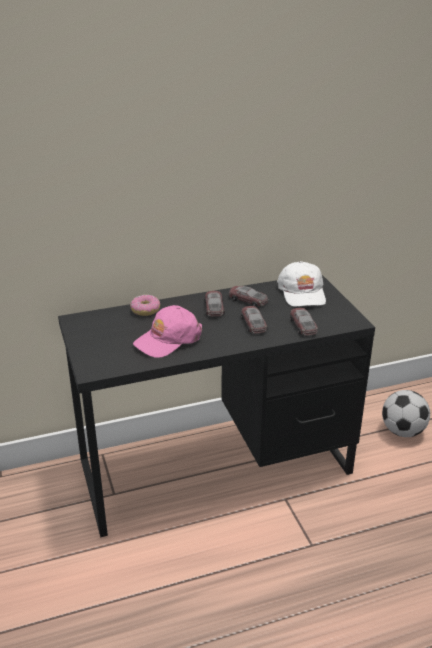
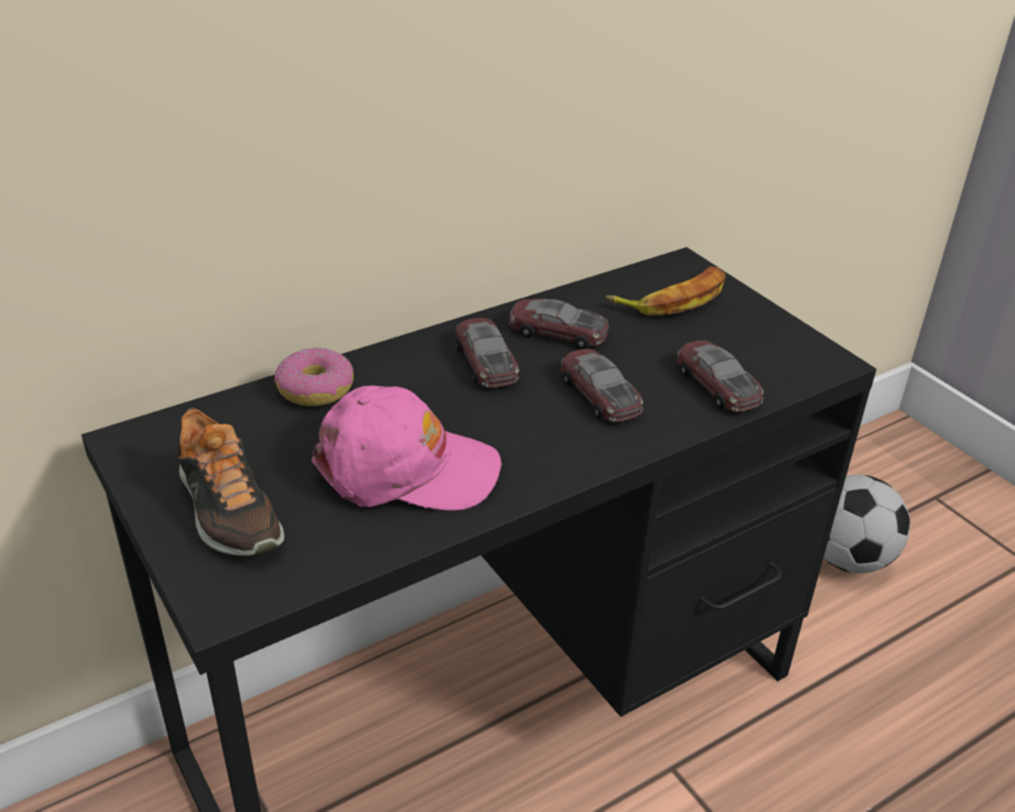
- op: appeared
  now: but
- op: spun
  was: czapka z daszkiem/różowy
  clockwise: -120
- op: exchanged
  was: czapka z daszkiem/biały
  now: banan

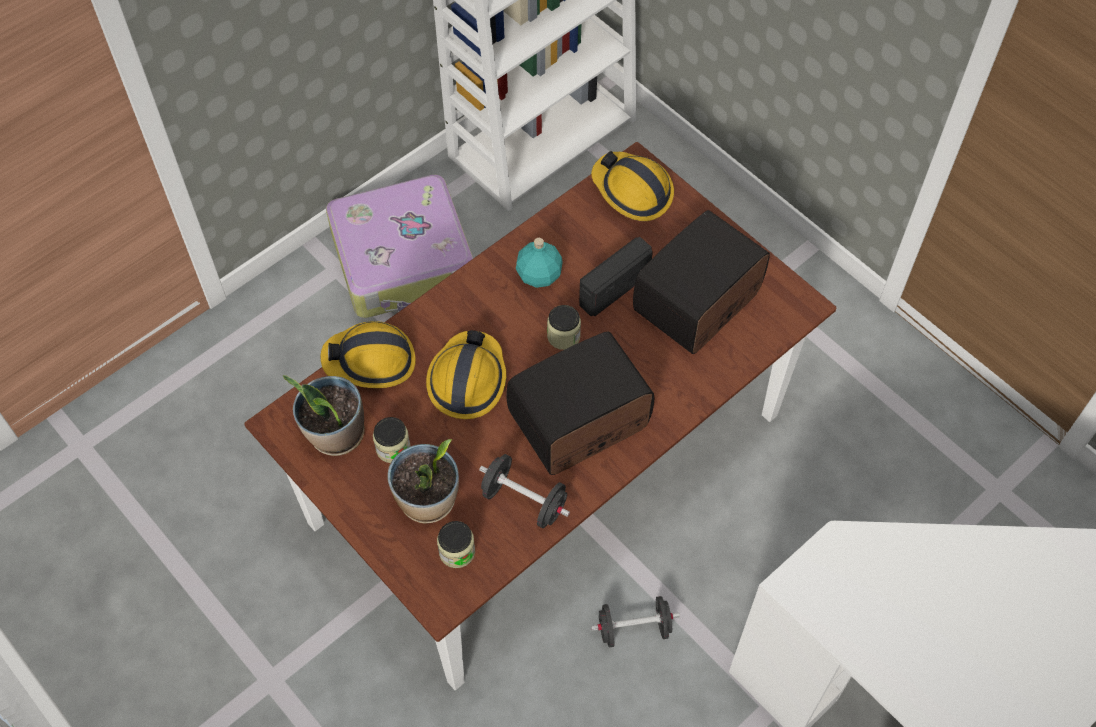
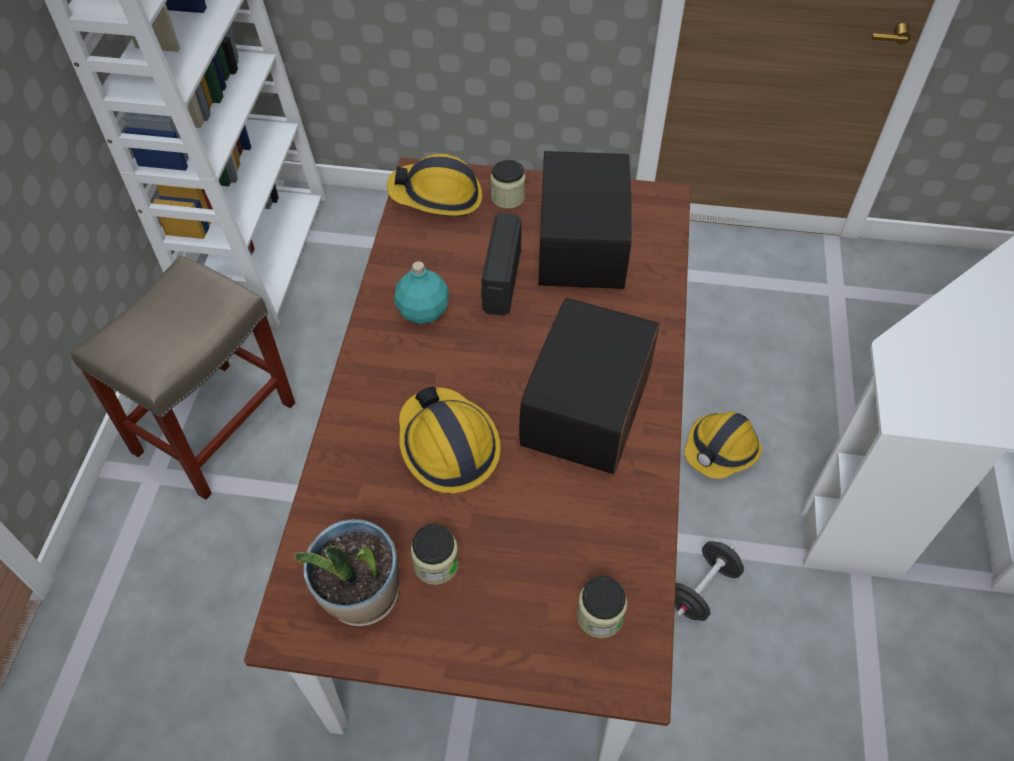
- op: exchanged
  was: walizka
  now: stołek/beżowy
- op: relocated
  was: słoik (no. 3 from left in the first image)
  now: słoik (no. 2 from left)
- op: relocated
  was: kask (no. 1 from left in the first image)
  now: kask (no. 3 from left)
- op: missing
  was: roślina doniczkowa (no. 2 from left)
- op: missing
  was: hantel/czarny (no. 1 from left)

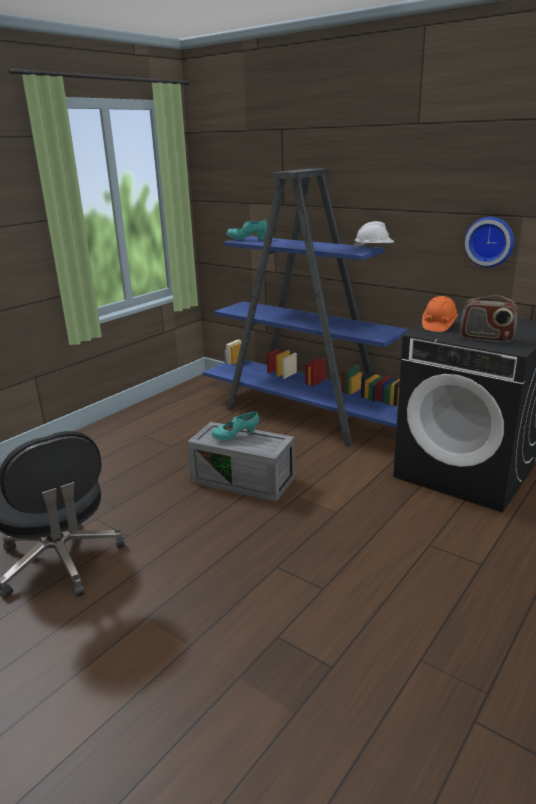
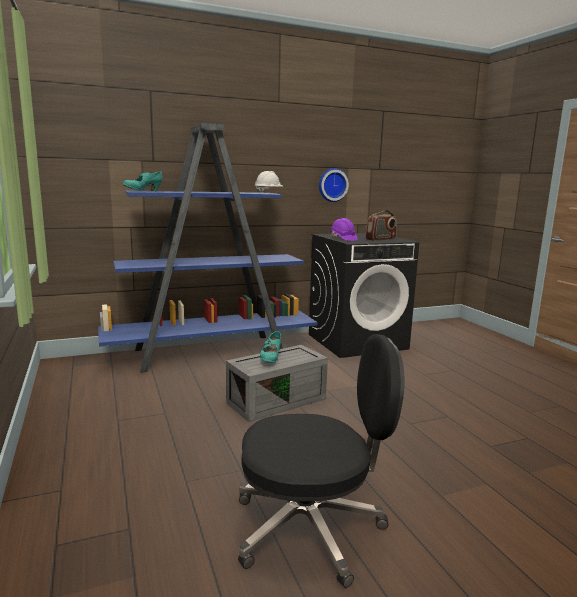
- op: colour
  was: kask/pomarańczowy
  now: kask/fioletowy

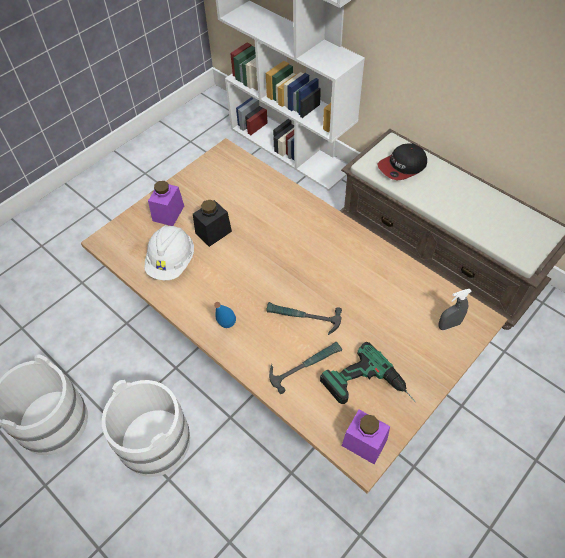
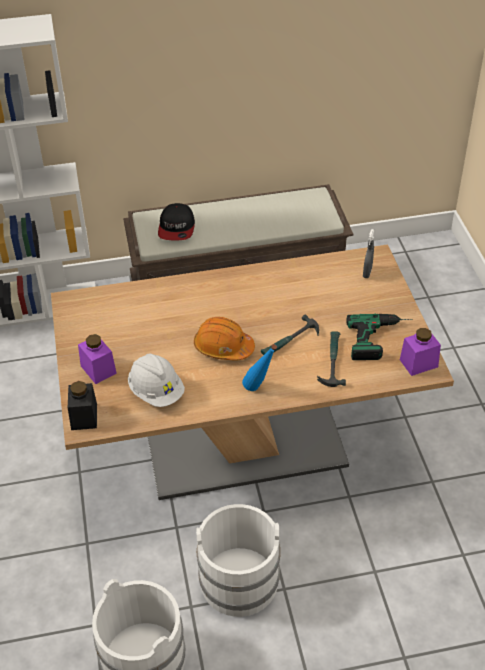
- op: relocated
  was: słoik/czarny
- op: appeared
  now: kask/pomarańczowy

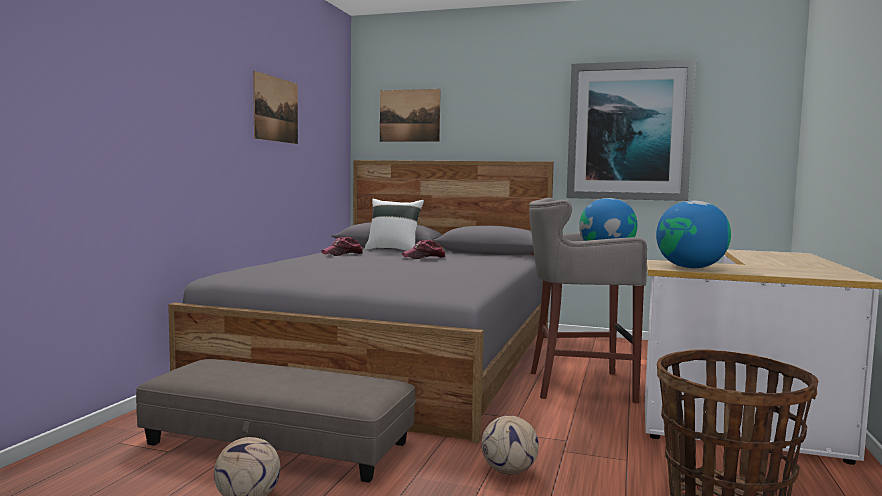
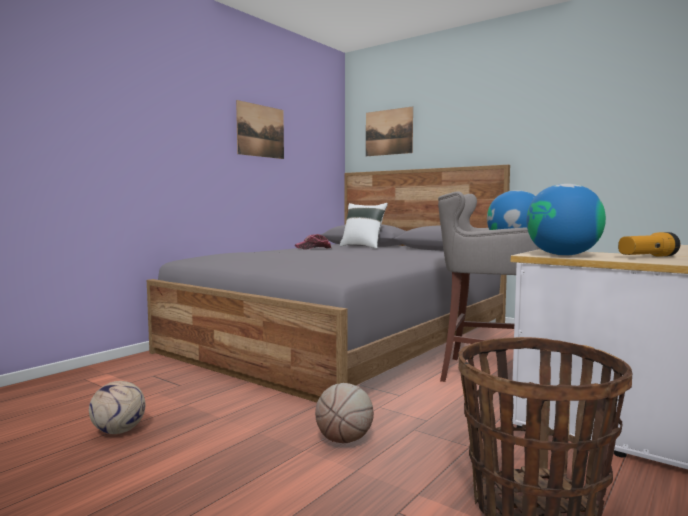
- op: exchanged
  was: piłka futbolowa (no. 2 from left)
  now: piłka do koszykówki
- op: appeared
  now: latarka
- op: missing
  was: pufa/szary
- op: missing
  was: czapka z daszkiem (no. 2 from left)
- op: missing
  was: obraz (no. 3 from left)

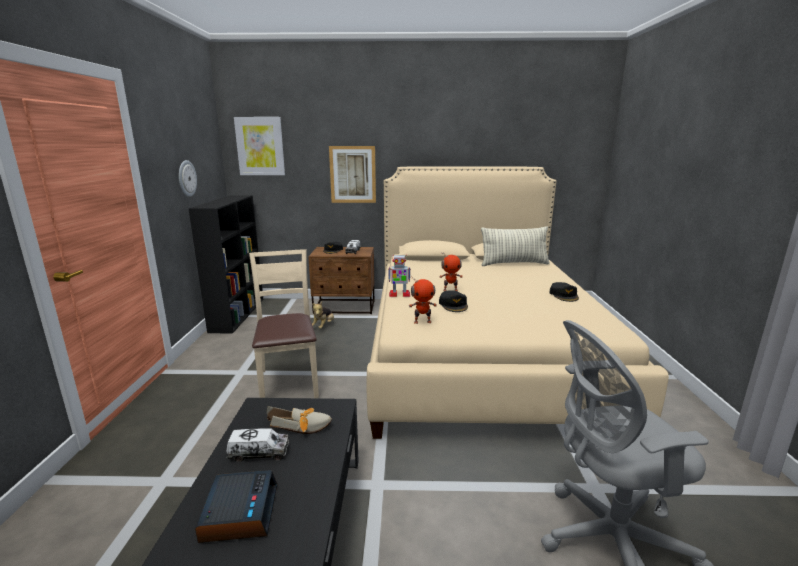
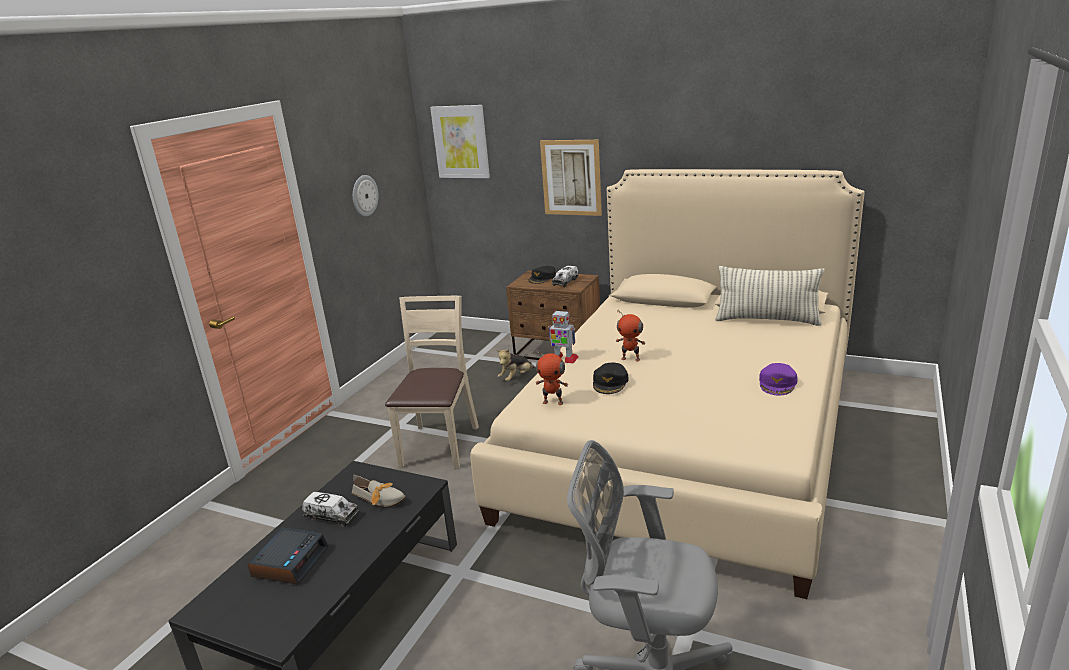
- op: colour
  was: czapka z daszkiem/czarny (no. 3 from left)
  now: czapka z daszkiem/fioletowy
- op: missing
  was: regał/czarny

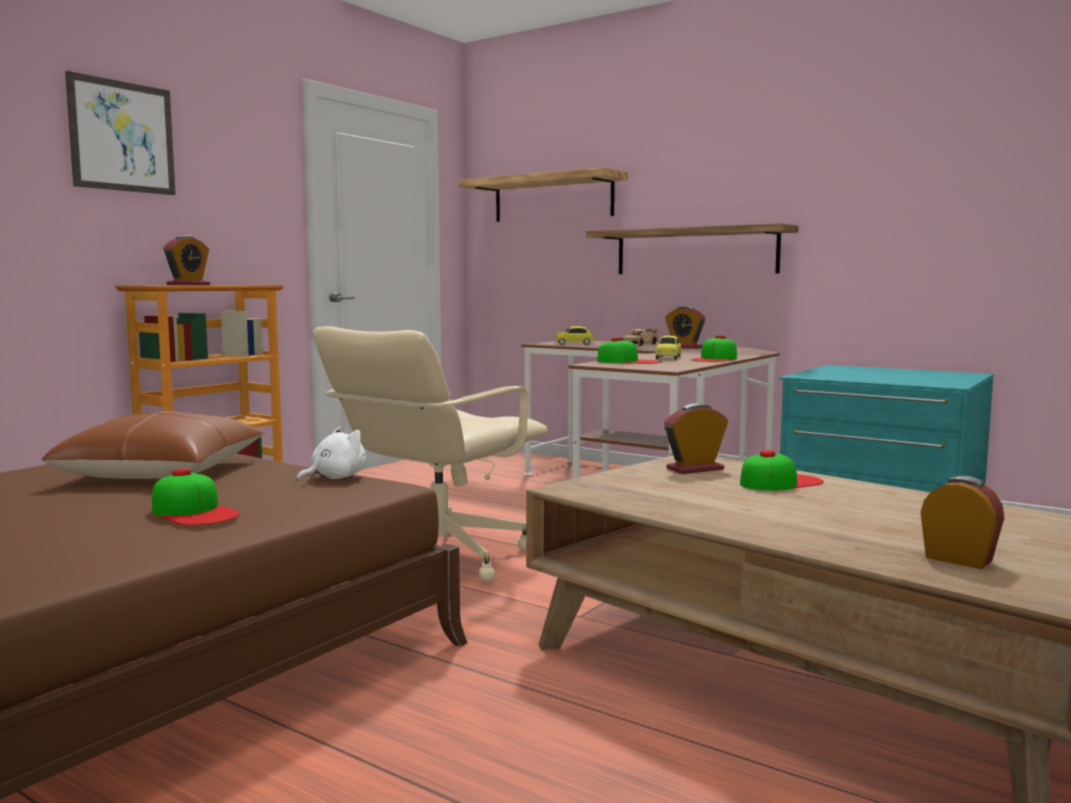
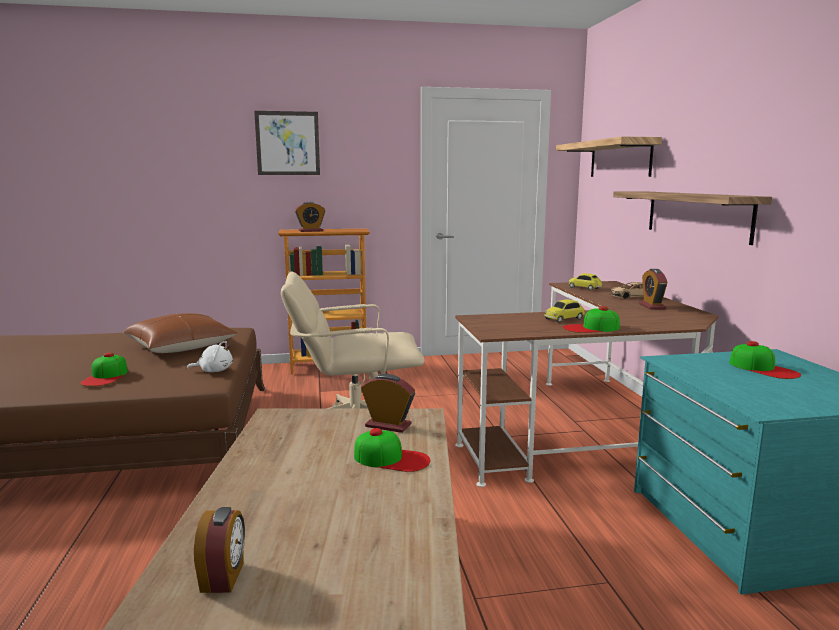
- op: relocated
  was: czapka z daszkiem (no. 2 from left in the first image)
  now: czapka z daszkiem (no. 4 from left)

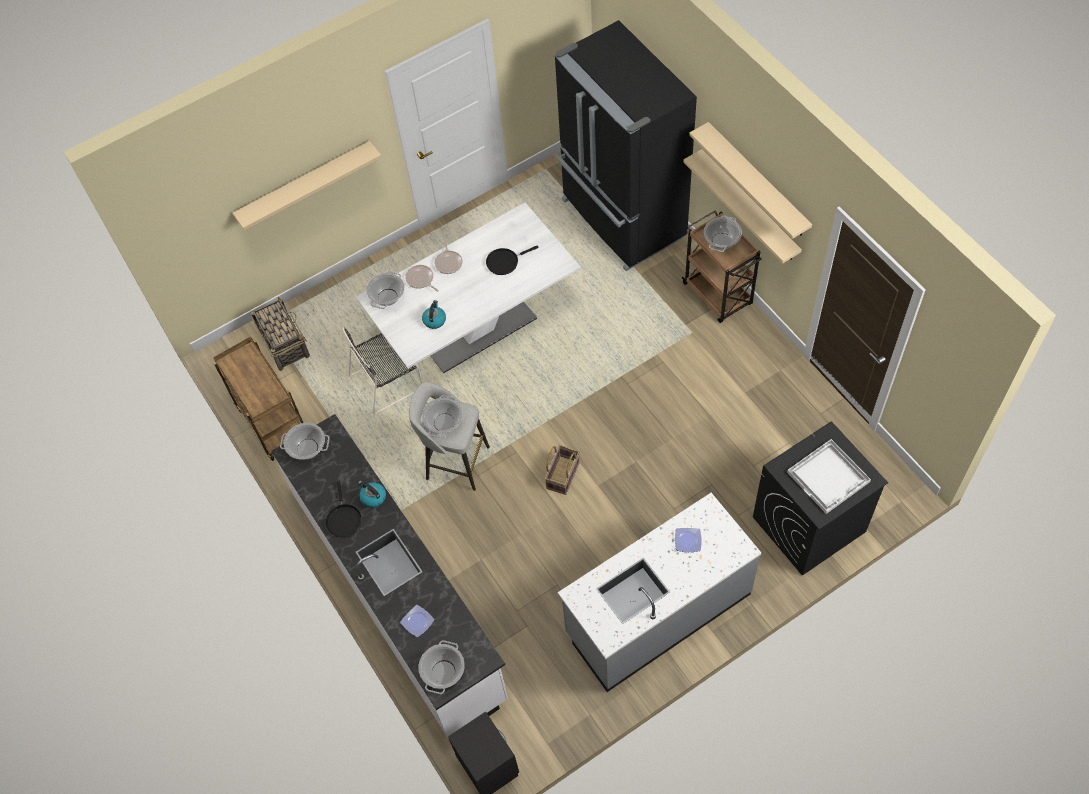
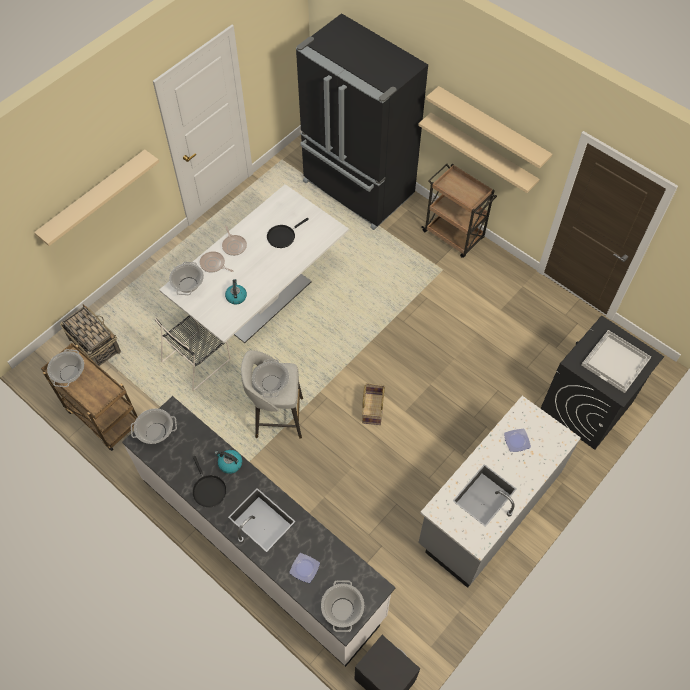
- op: relocated
  was: garnek (no. 5 from left in the first image)
  now: garnek (no. 1 from left)

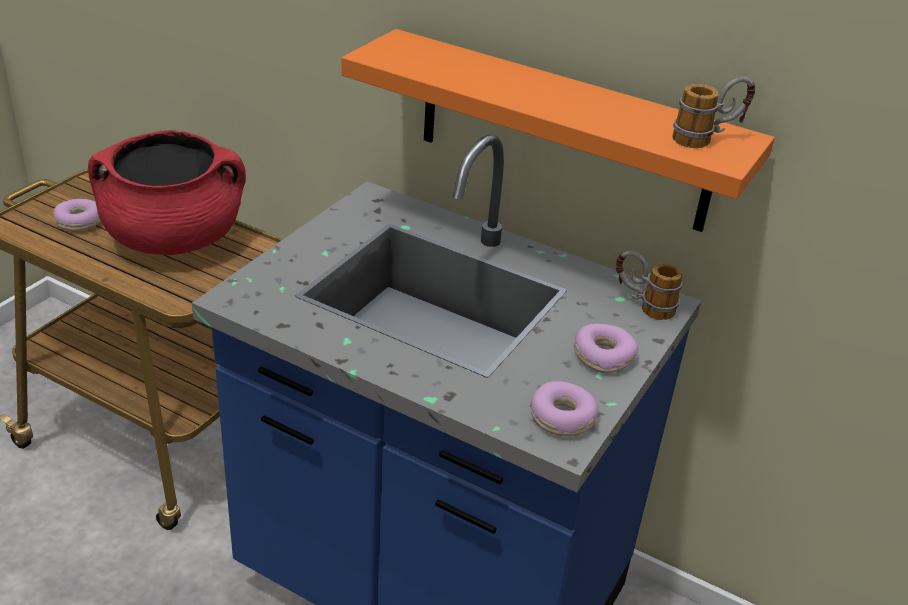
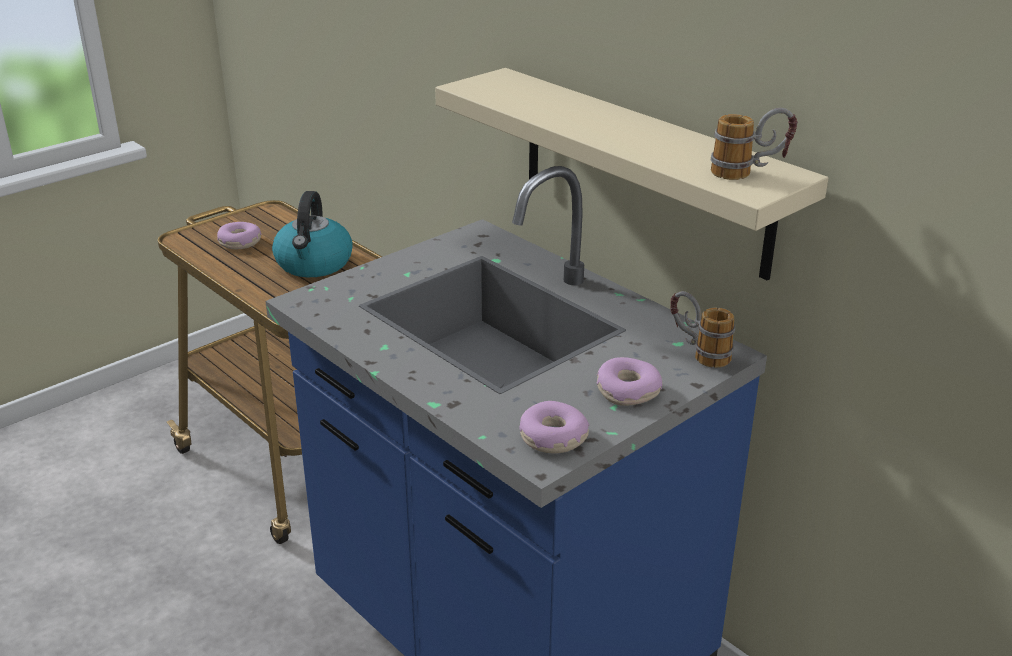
- op: exchanged
  was: garnek/czerwony
  now: czajnik
- op: colour
  was: półka/pomarańczowy
  now: półka/beżowy

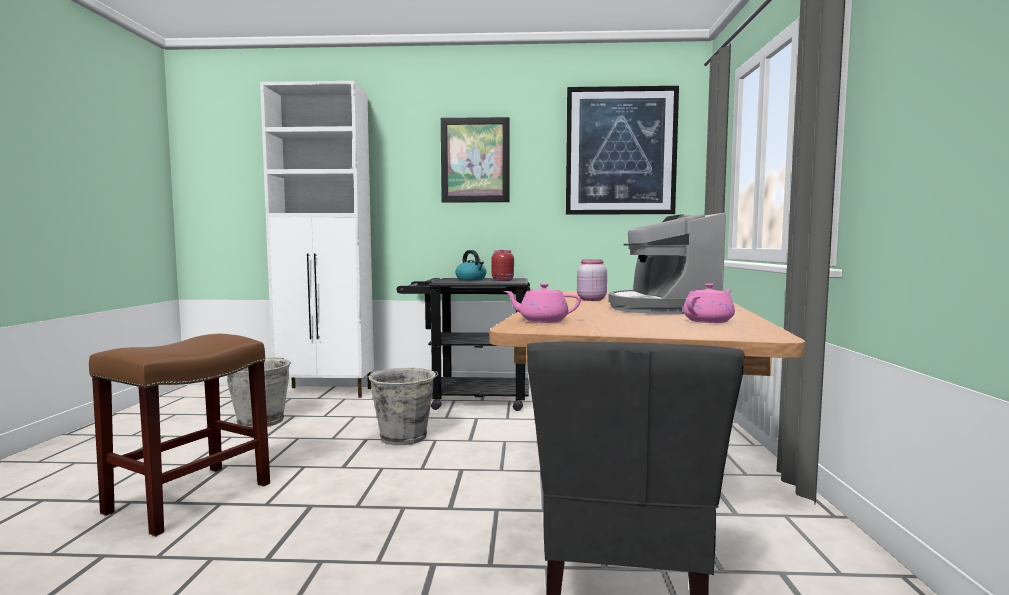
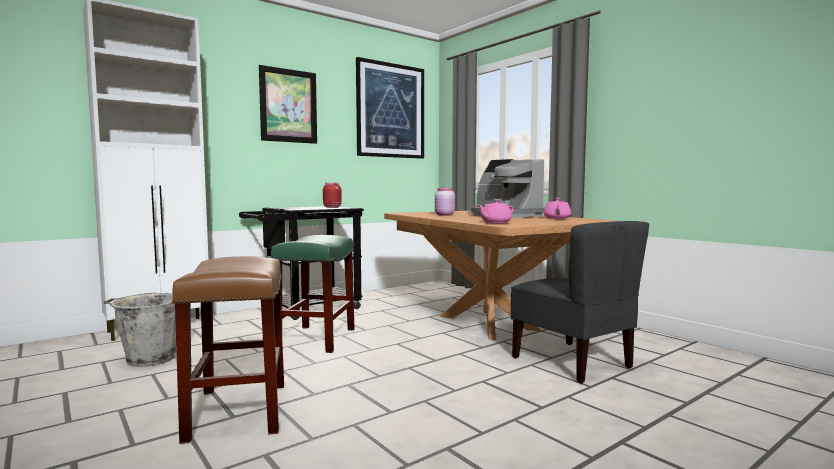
- op: exchanged
  was: wiadro/szary (no. 2 from left)
  now: stołek/zielony
- op: missing
  was: czajnik

